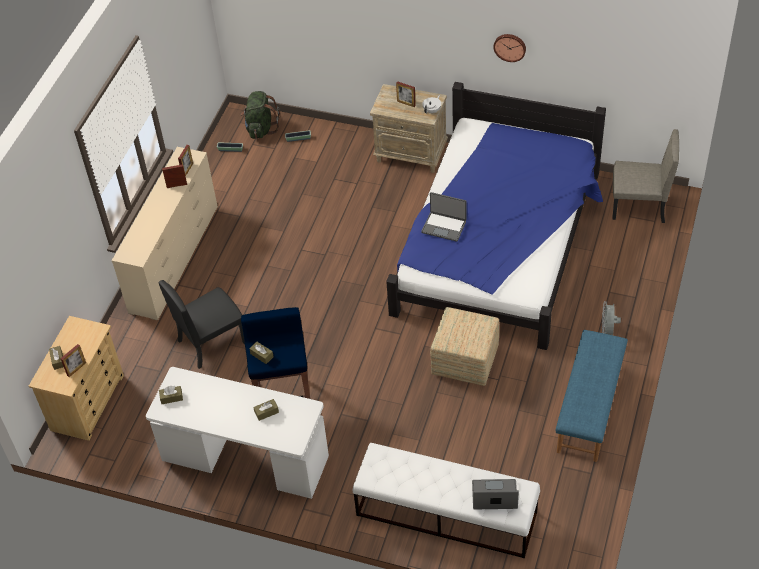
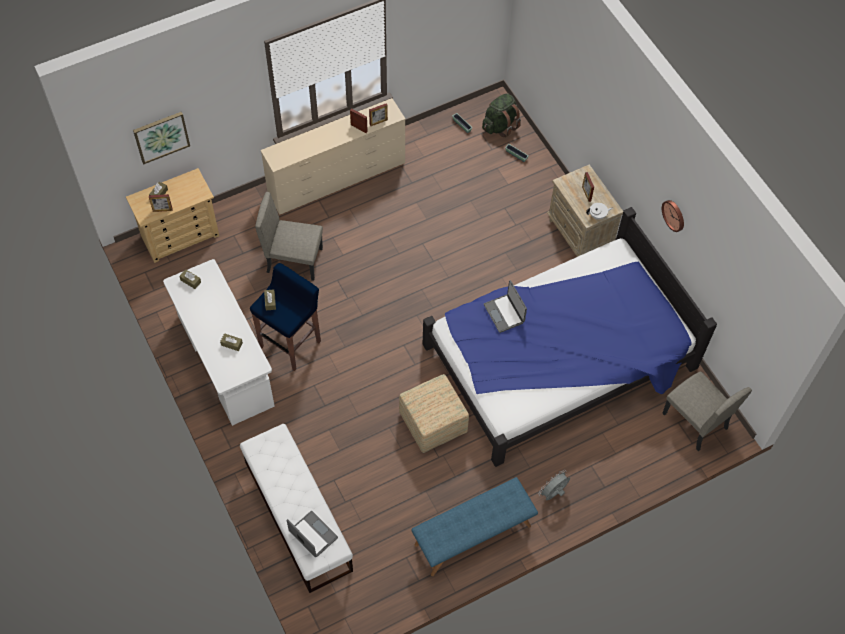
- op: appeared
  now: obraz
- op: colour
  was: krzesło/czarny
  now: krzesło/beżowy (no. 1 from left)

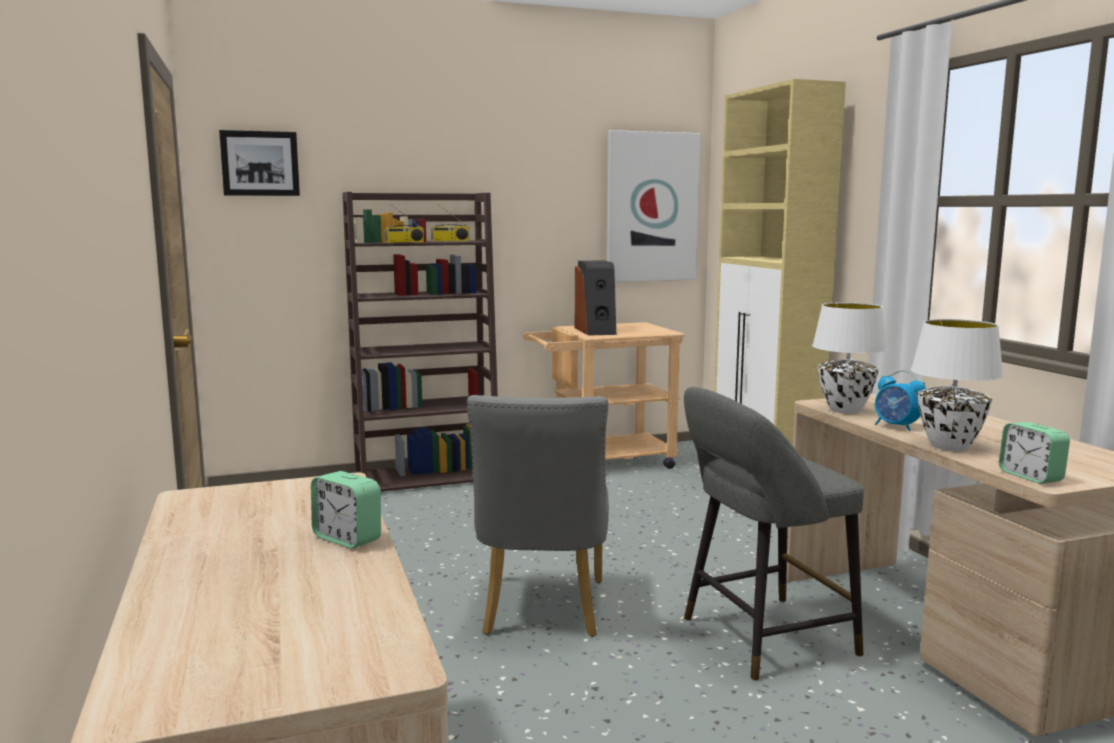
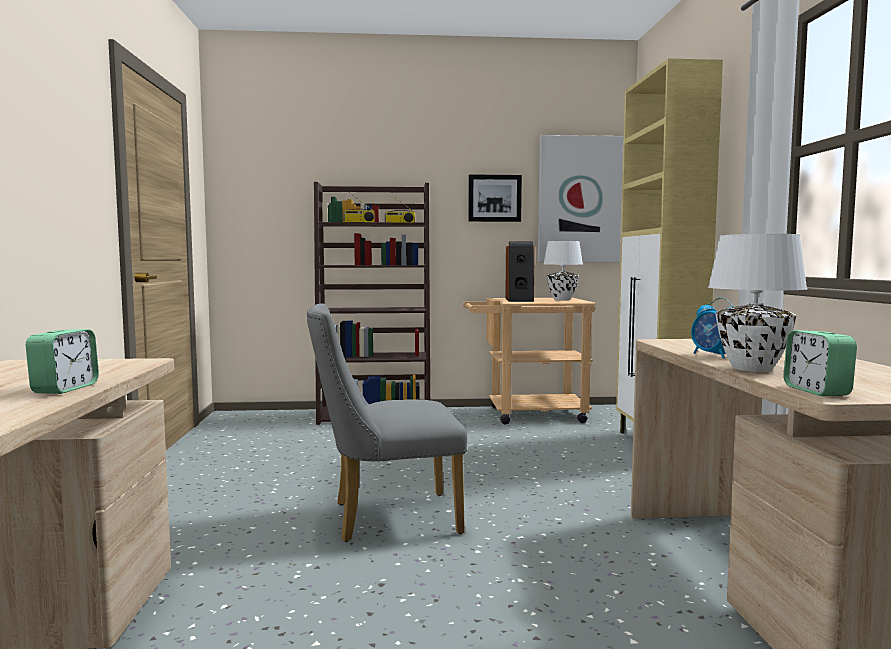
- op: spun
  was: budzik (no. 1 from left)
  clockwise: -135
- op: spun
  was: krzesło/szary
  clockwise: 60
- op: relocated
  was: obraz (no. 1 from left)
- op: relocated
  was: lampa stołowa/biały (no. 1 from left)
- op: missing
  was: stołek/szary

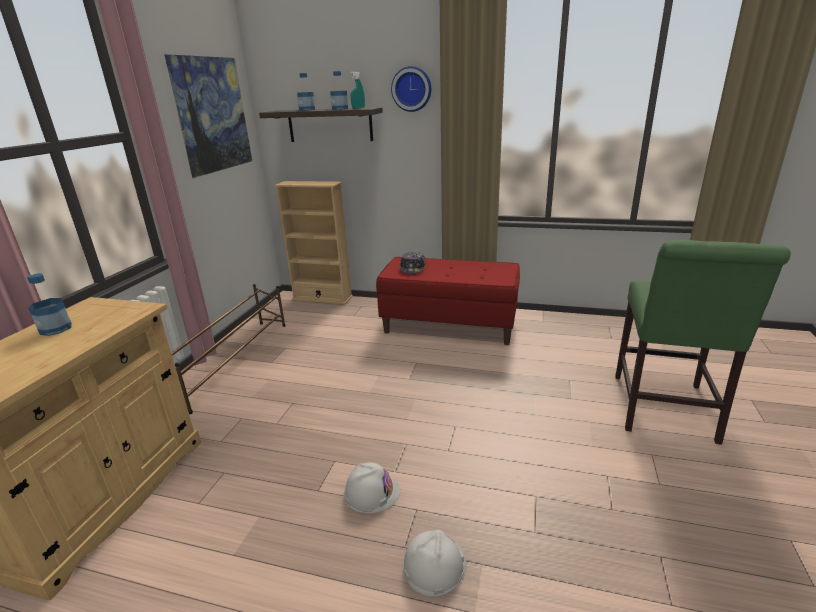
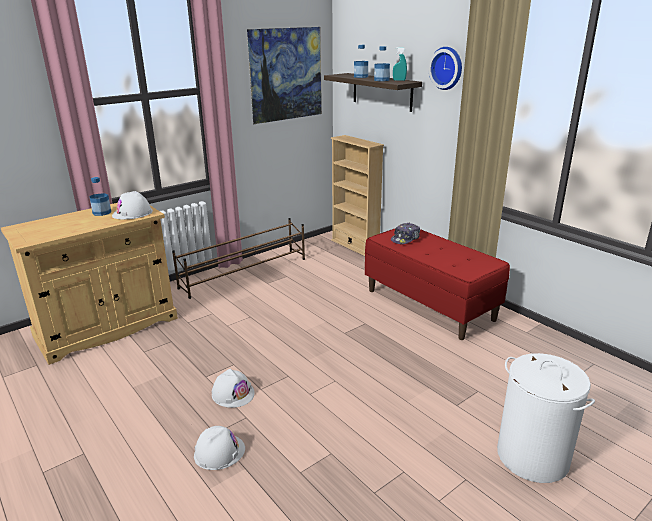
- op: appeared
  now: kask/biały (no. 1 from left)
- op: exchanged
  was: krzesło/zielony
  now: kosz na pranie/biały

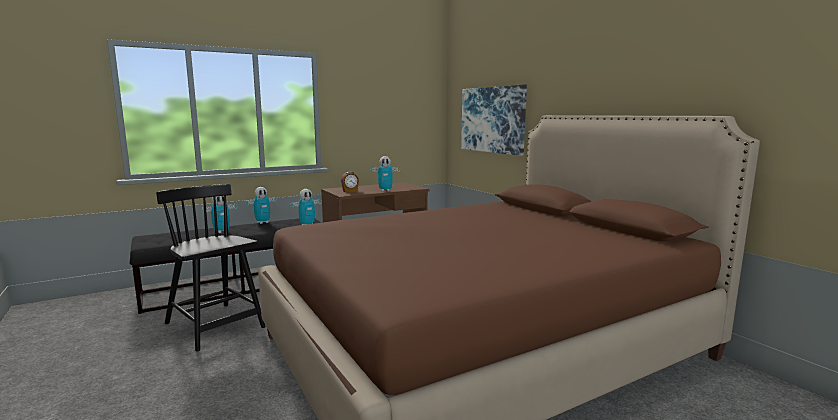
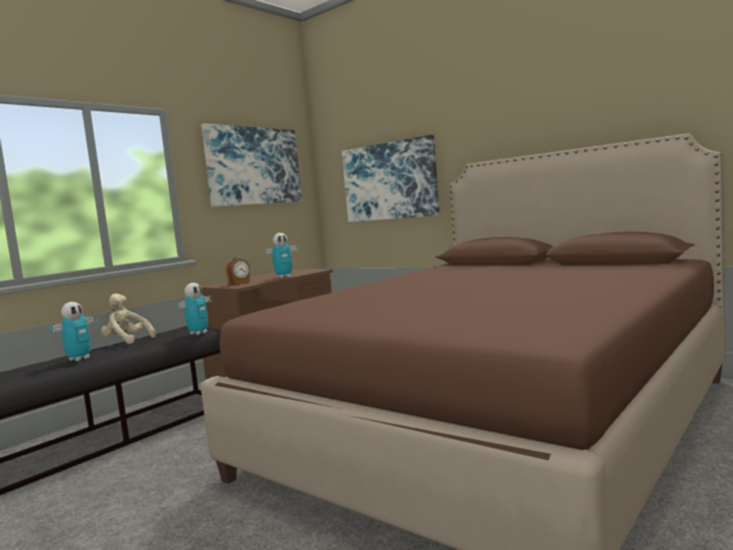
- op: exchanged
  was: robot zabawkowy (no. 2 from left)
  now: pluszak/beżowy
- op: appeared
  now: obraz (no. 1 from left)
- op: missing
  was: krzesło/czarny

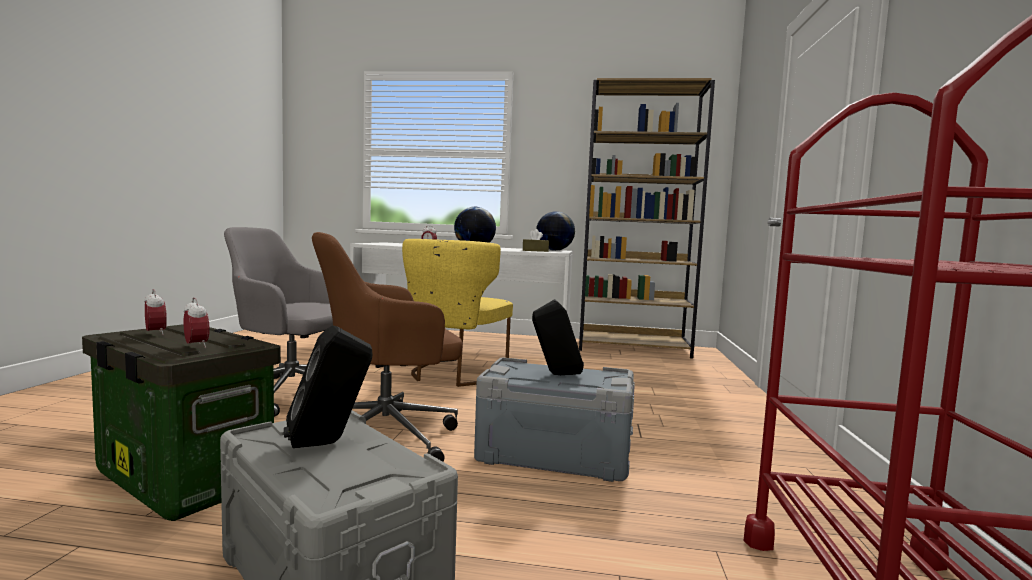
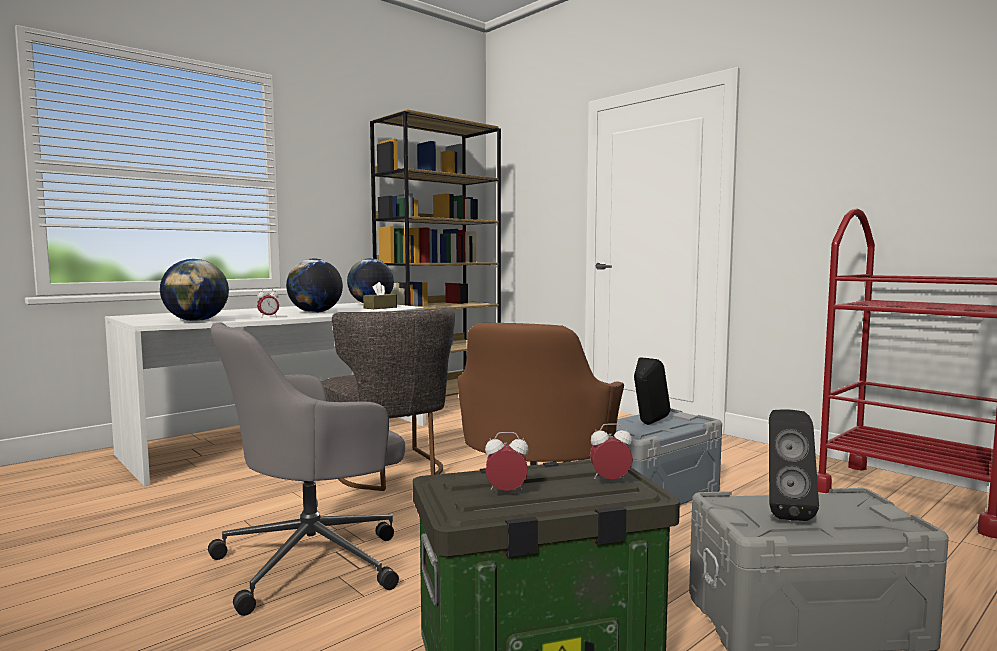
- op: appeared
  now: globus (no. 1 from left)
- op: colour
  was: krzesło/żółty
  now: krzesło/szary

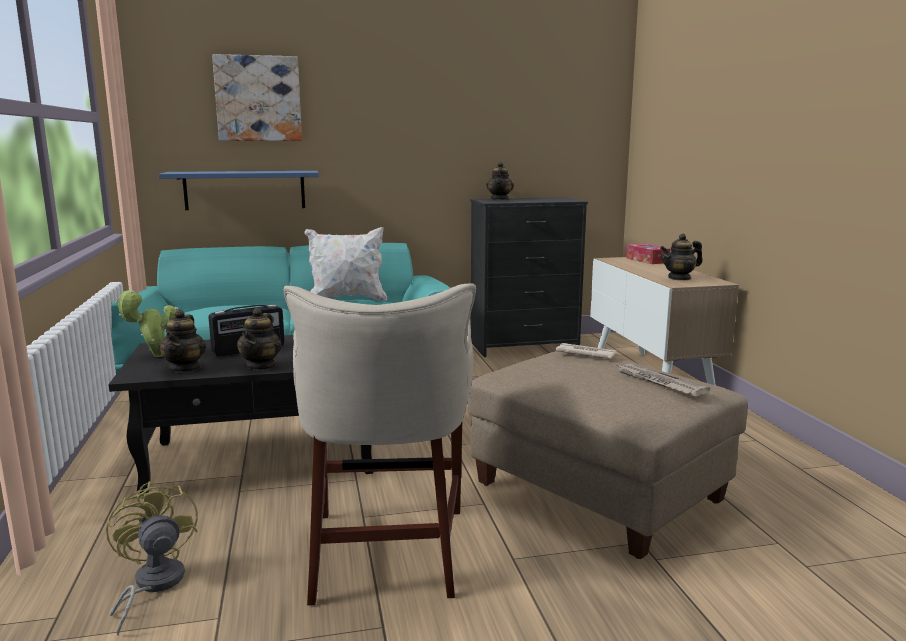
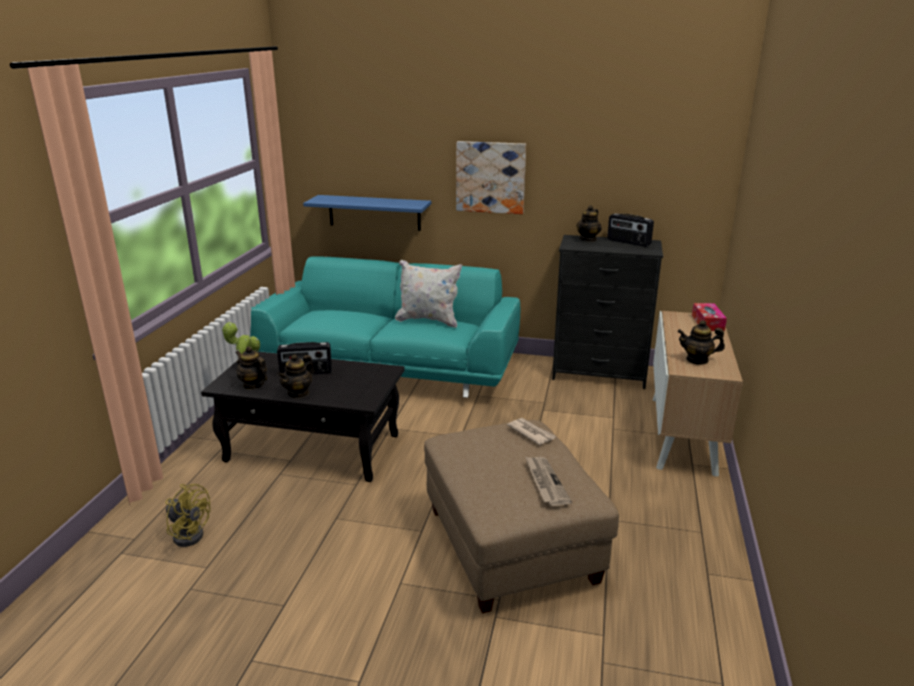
- op: spun
  was: wentylator/żółty
  clockwise: 120
- op: spun
  was: imbryk (no. 1 from left)
  clockwise: 105
- op: relocated
  was: obraz
- op: appeared
  now: radio (no. 2 from left)
- op: missing
  was: stołek/beżowy

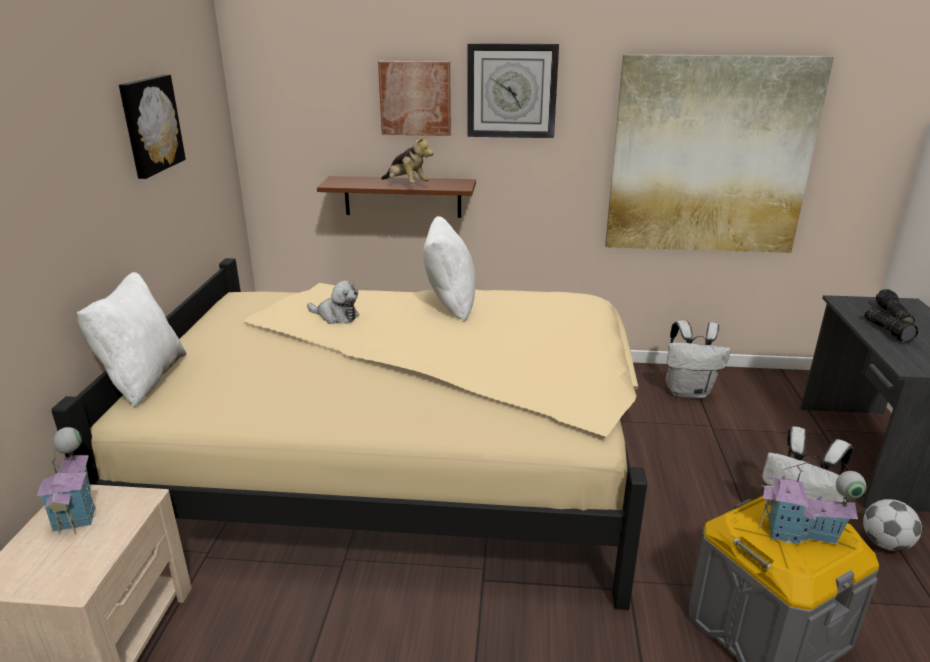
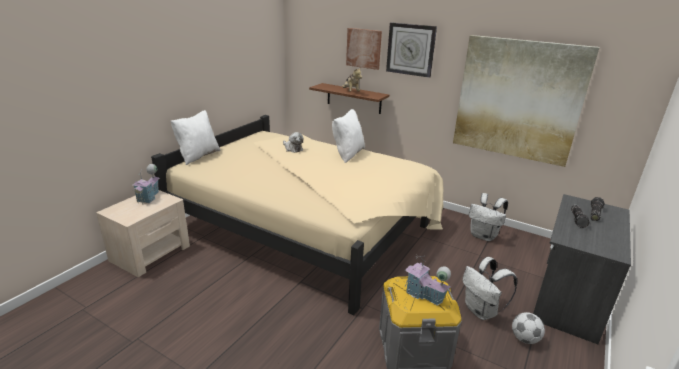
- op: missing
  was: obraz (no. 1 from left)

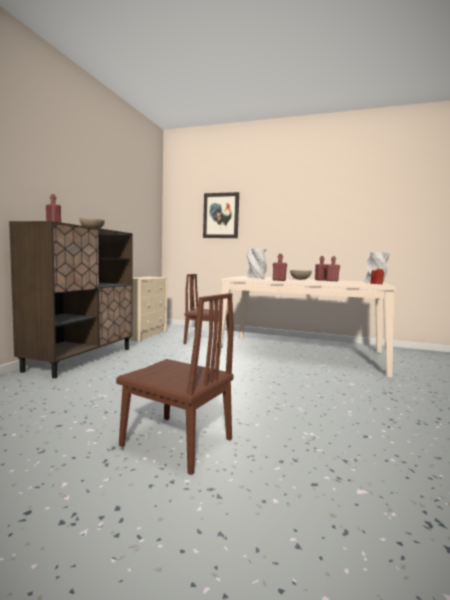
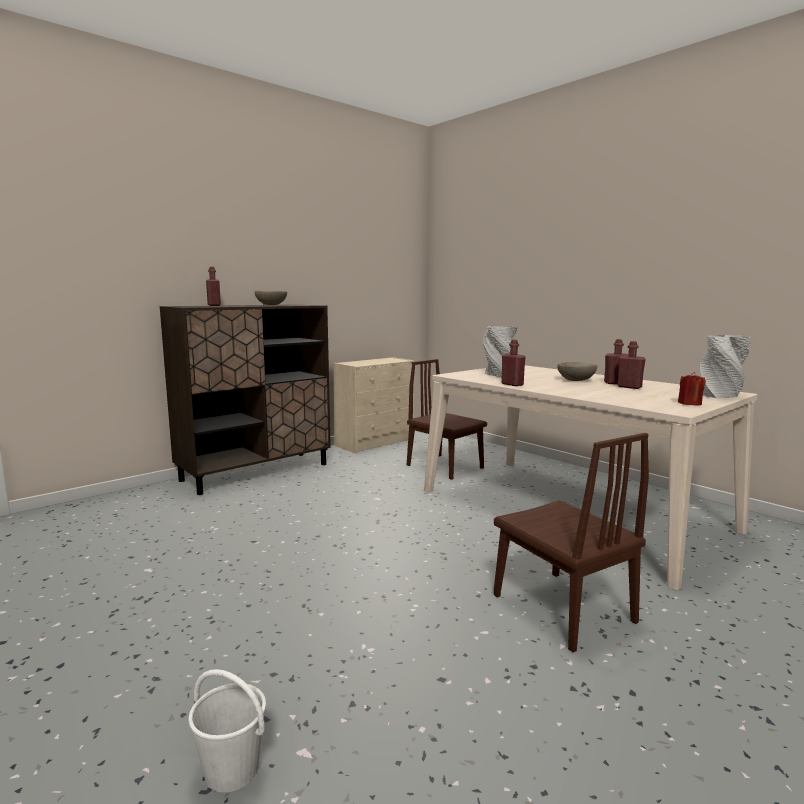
- op: appeared
  now: wiadro/biały
- op: relocated
  was: krzesło/brązowy (no. 1 from left in the first image)
  now: krzesło/brązowy (no. 2 from left)
- op: missing
  was: obraz

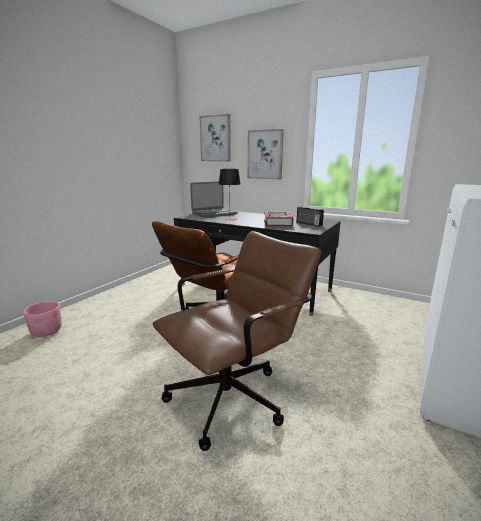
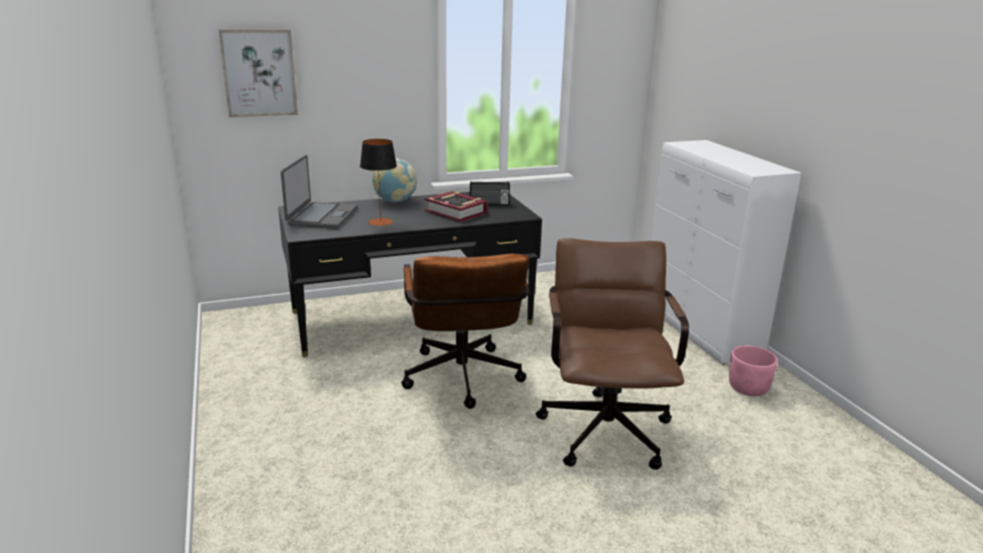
- op: appeared
  now: globus
- op: relocated
  was: donica/różowy
- op: missing
  was: obraz (no. 2 from left)

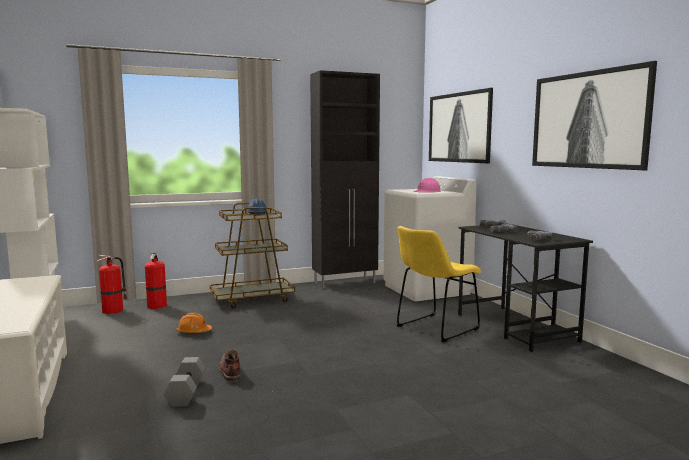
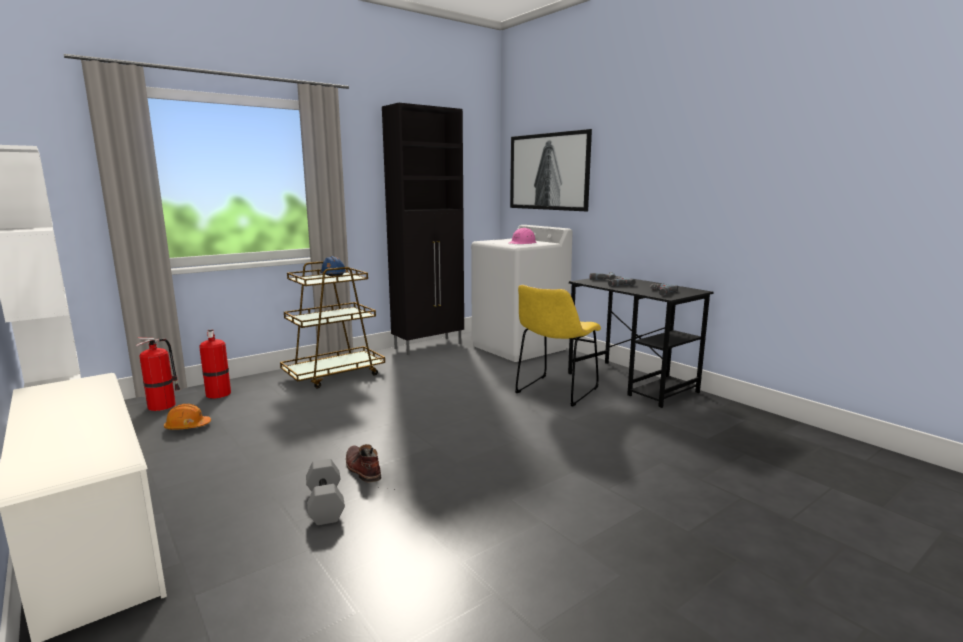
- op: relocated
  was: kask/pomarańczowy
- op: missing
  was: obraz (no. 2 from left)

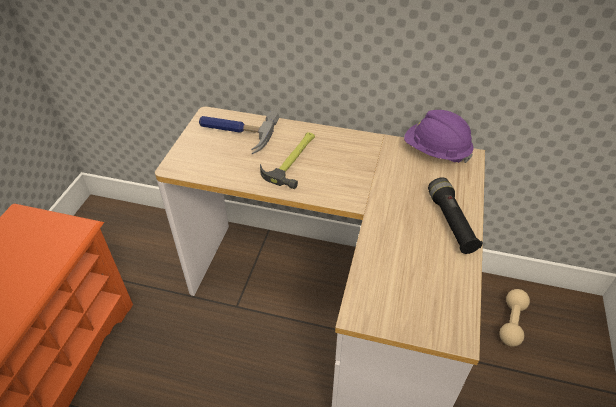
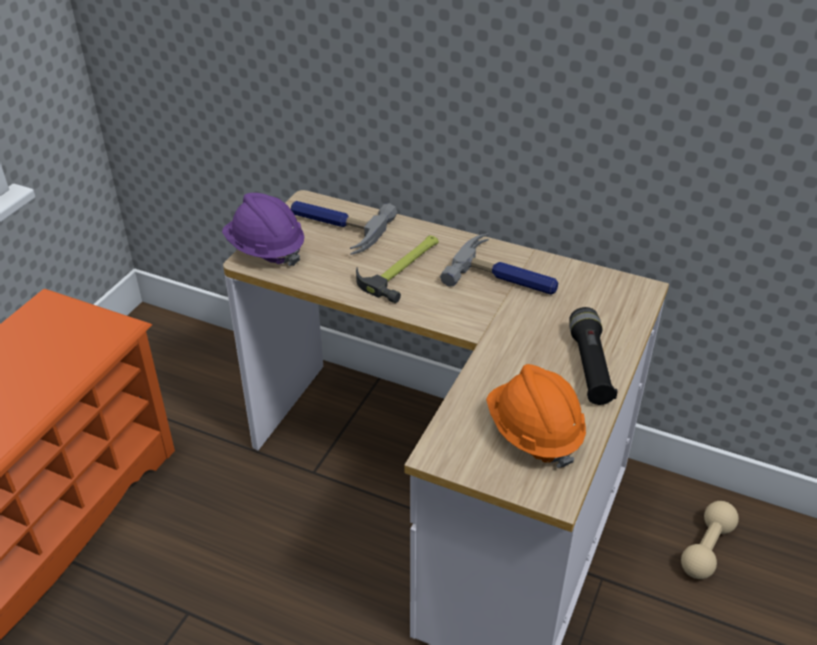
- op: relocated
  was: kask/fioletowy
- op: appeared
  now: młotek (no. 3 from left)
- op: appeared
  now: kask/pomarańczowy

